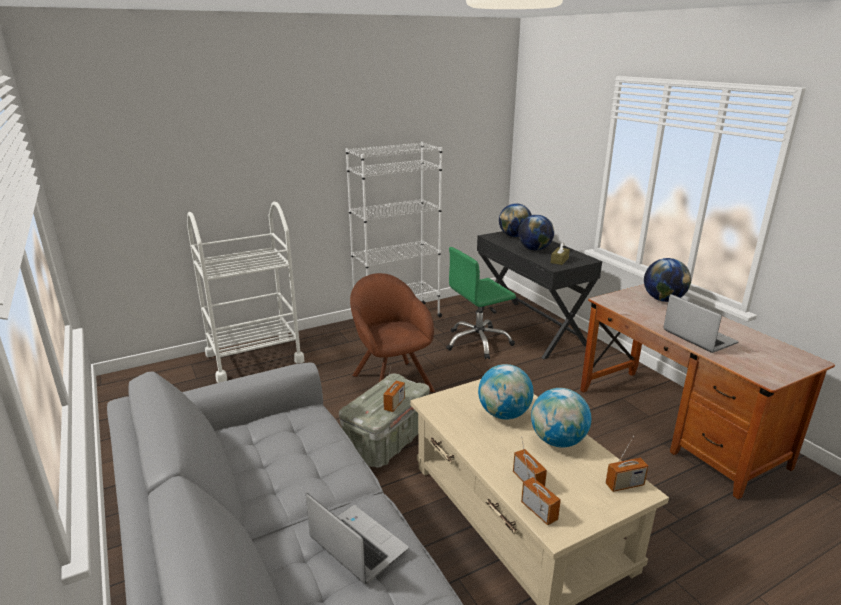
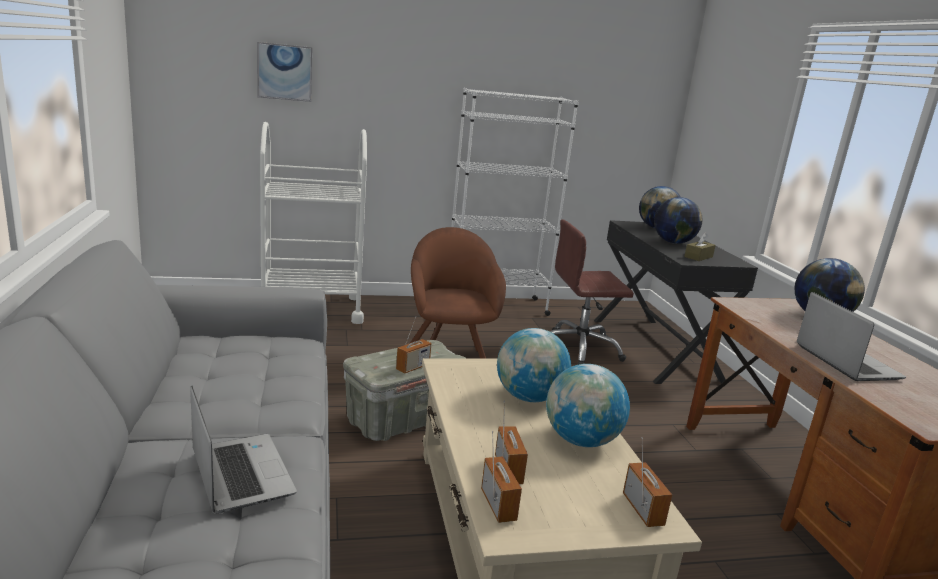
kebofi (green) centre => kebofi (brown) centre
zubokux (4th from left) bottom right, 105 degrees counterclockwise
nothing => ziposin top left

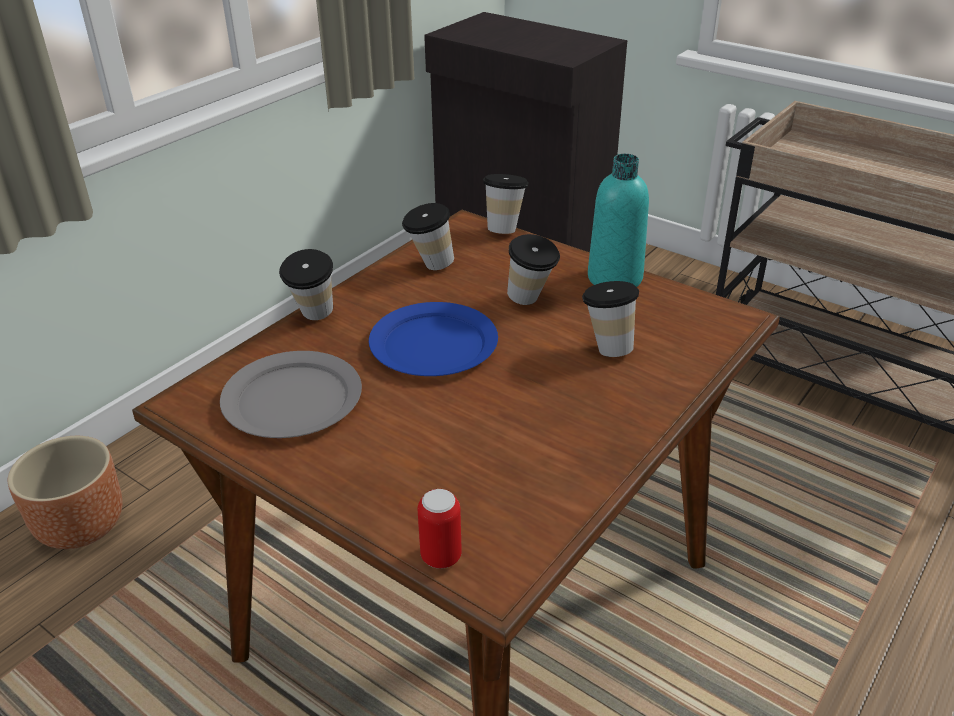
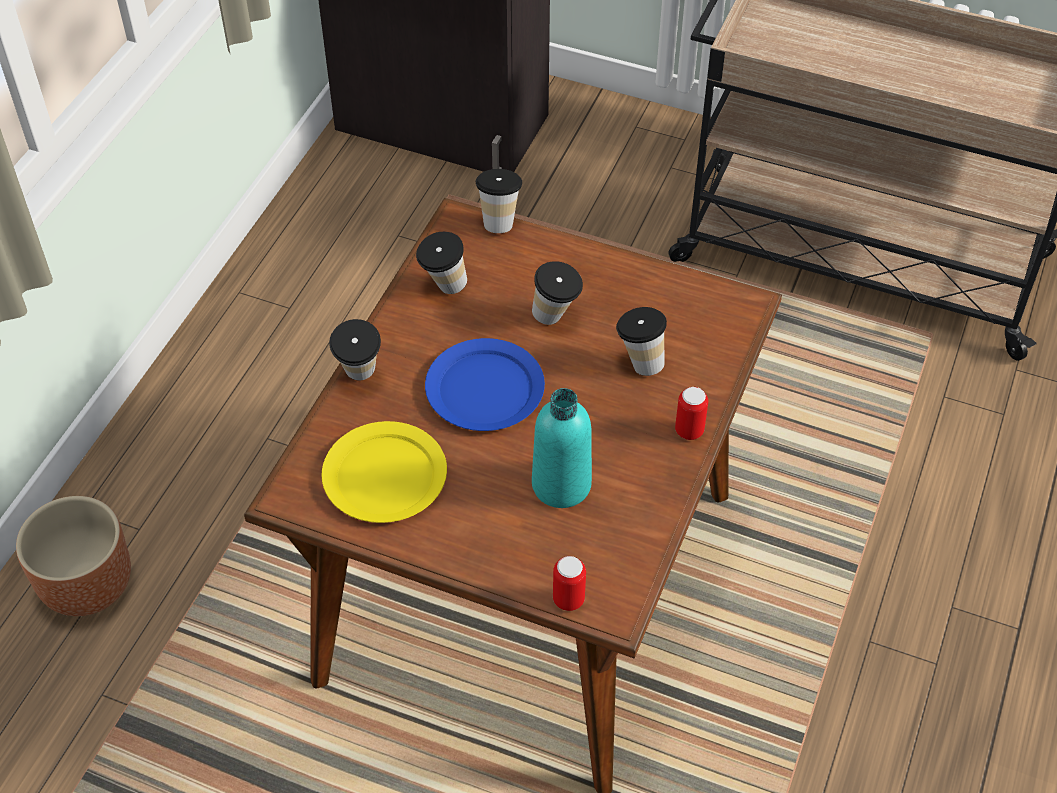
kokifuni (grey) middle left => kokifuni (yellow) centre
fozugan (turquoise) top centre => fozugan (turquoise) centre, moved
nothing => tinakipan (2nd from left) centre

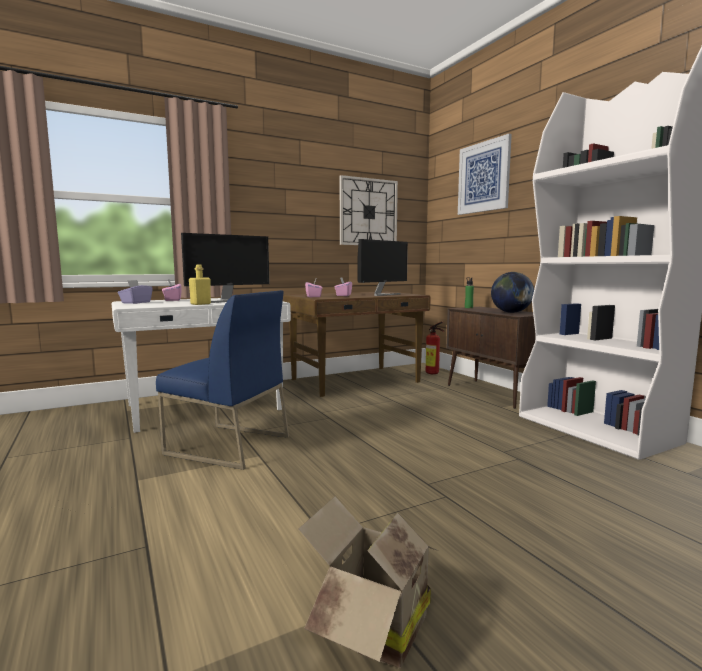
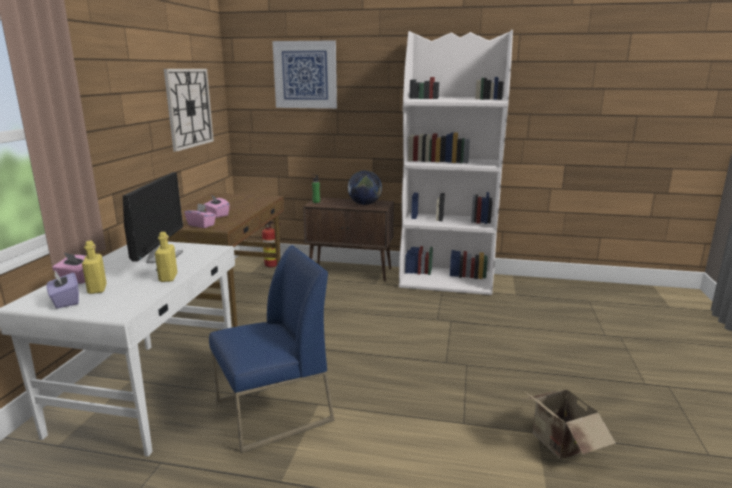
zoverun (2nd from left) centre => nothing
nothing => fozugan (yellow) (1st from left) middle left

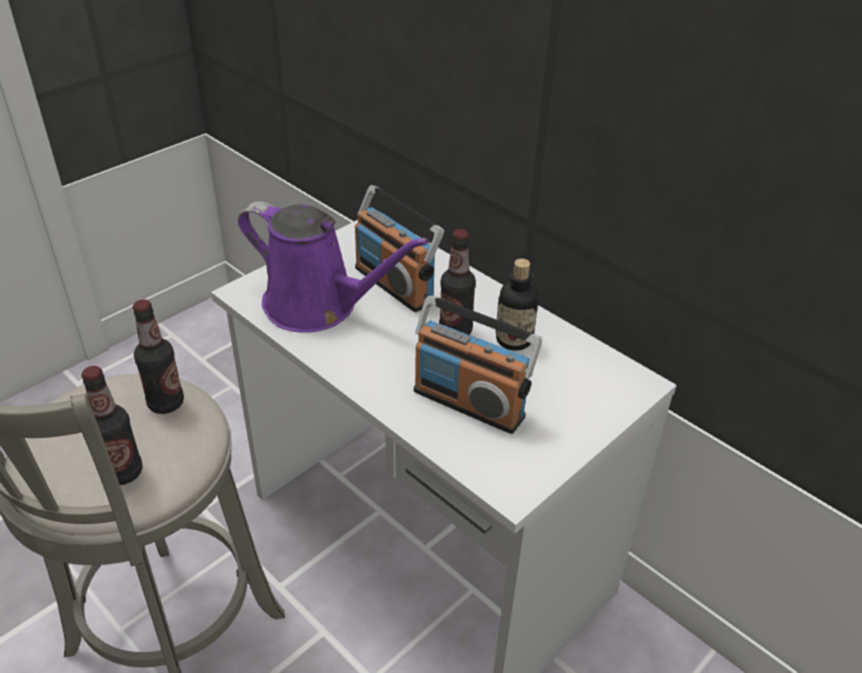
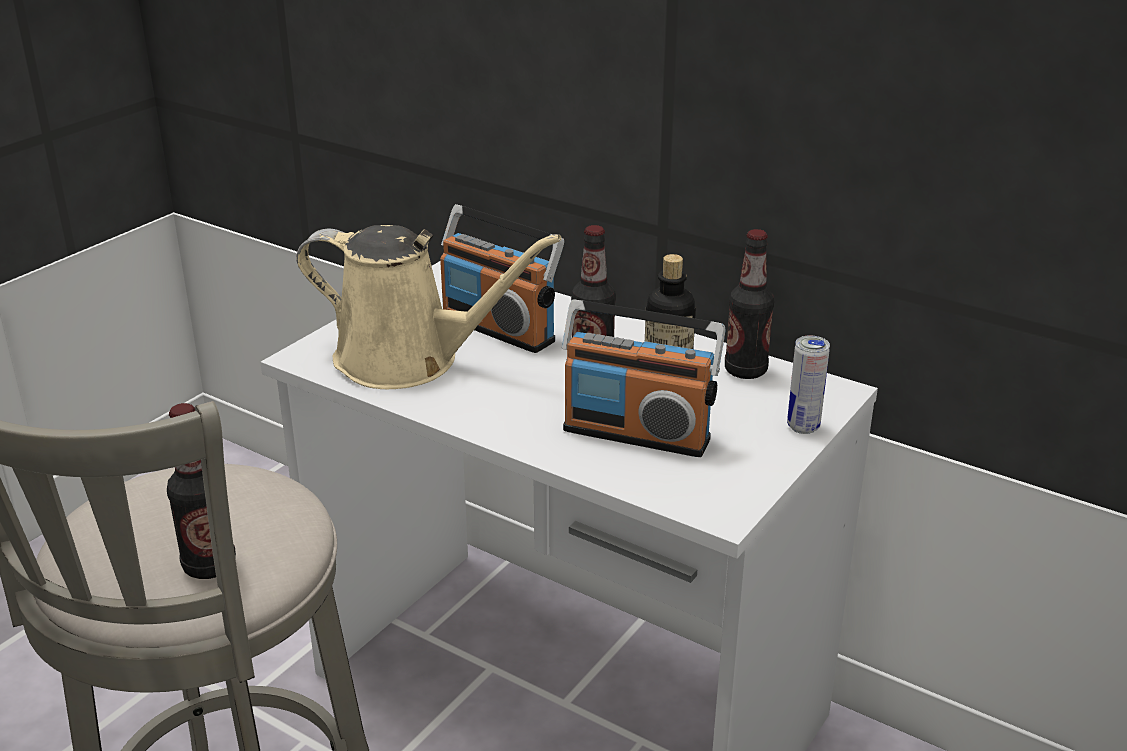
fozugan (2nd from left in the first image) middle left => fozugan (4th from left) centre, moved
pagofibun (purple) centre => pagofibun (beige) centre
nothing => tinakipan middle right

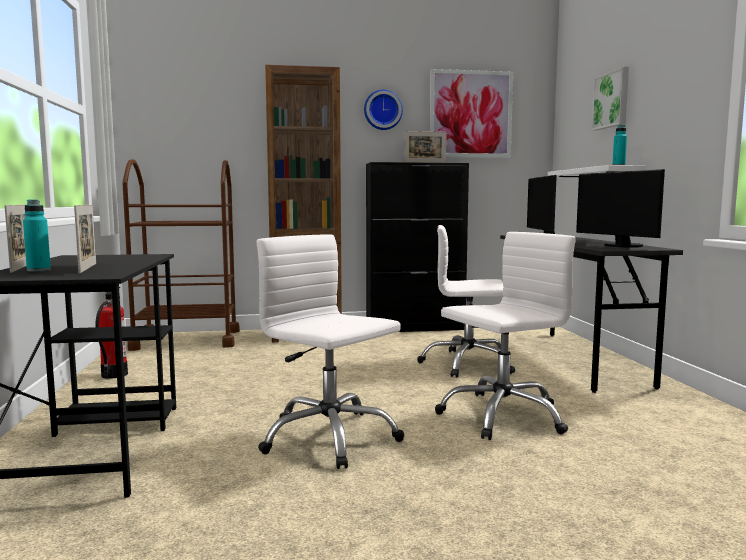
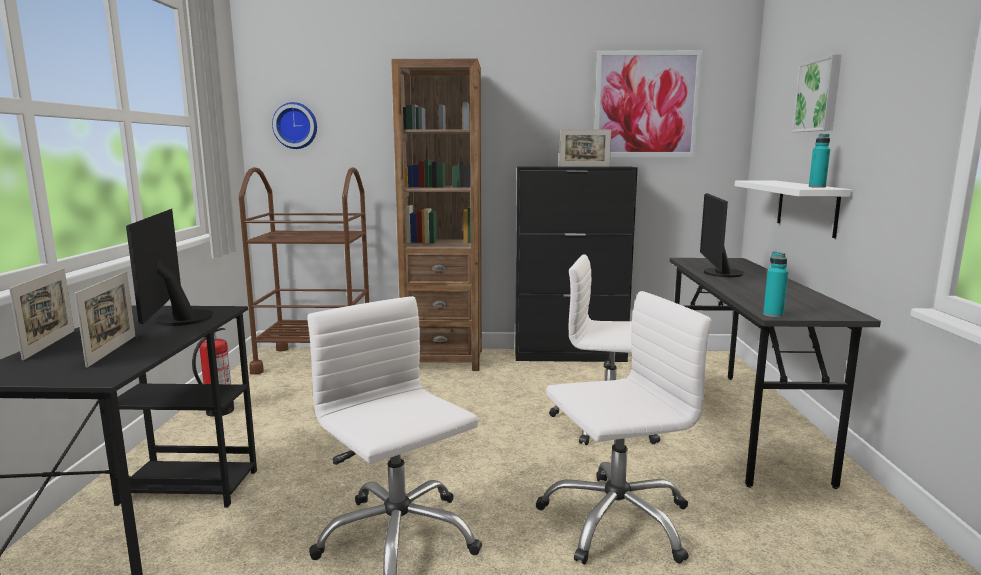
fozugan (turquoise) (1st from left) middle left => fozugan (turquoise) (1st from left) middle right, moved
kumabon top centre => kumabon top left, moved
zoverun (2nd from left in the first image) middle right => zoverun (1st from left) middle left, moved

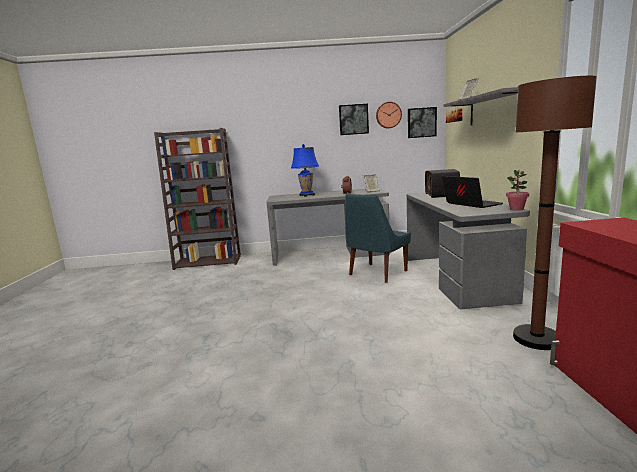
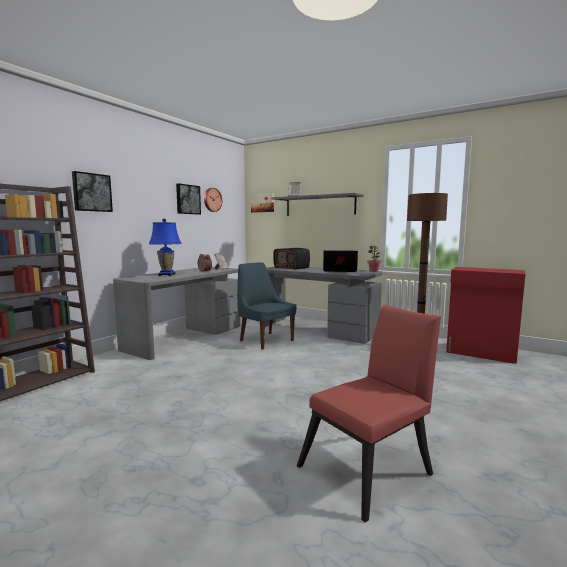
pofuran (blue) centre, 150 degrees clockwise
ziposin (2nd from left in the first image) top centre => ziposin (1st from left) middle left, moved
nothing => pofuran (red) bottom centre

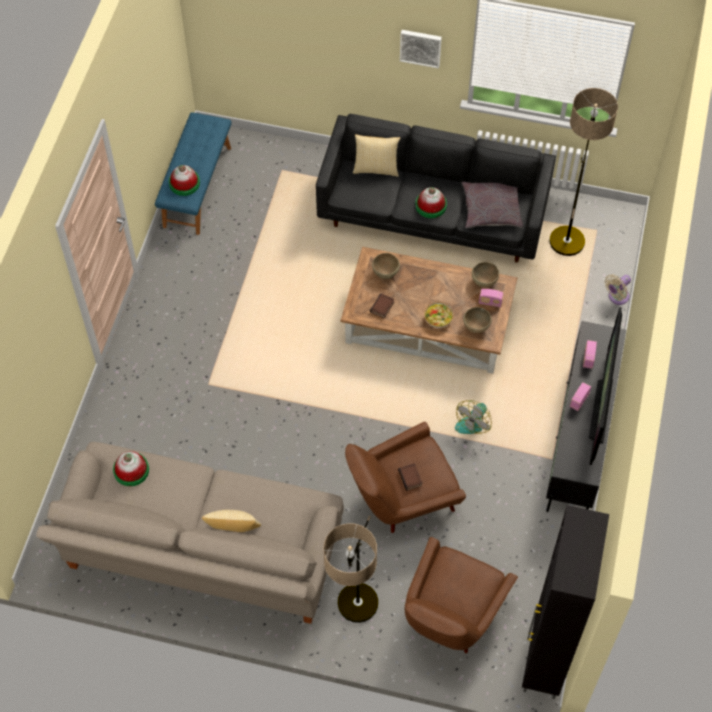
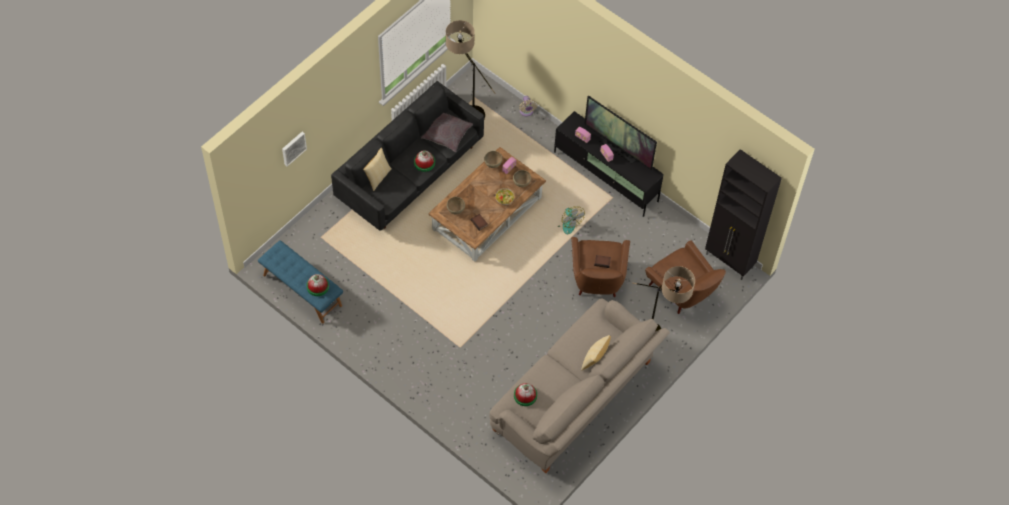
ziposin top centre => ziposin top left, moved

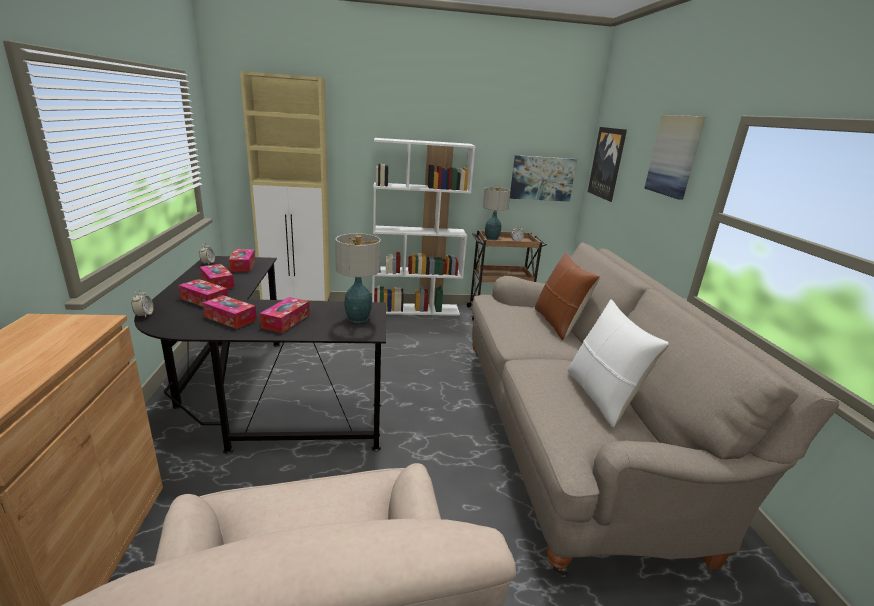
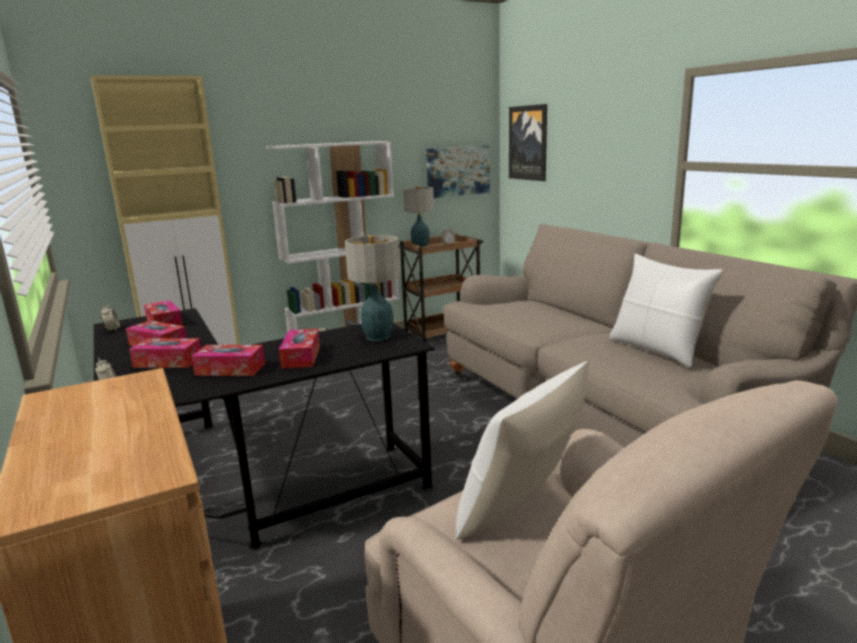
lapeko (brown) centre => nothing
ziposin (3rd from left) top right => nothing
nothing => lapeko (white) (1st from left) bottom centre

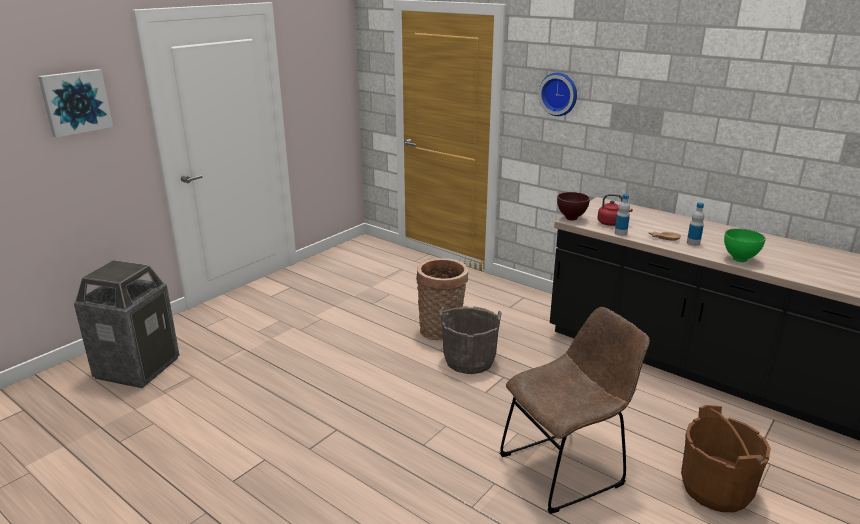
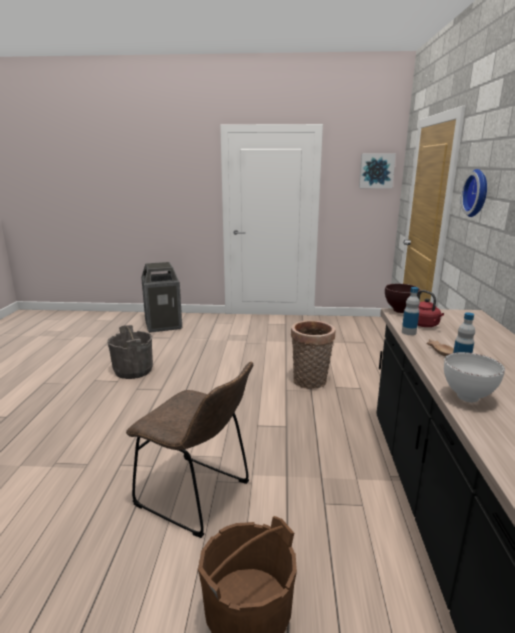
ziposin top left => ziposin top right, moved
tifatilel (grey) centre => tifatilel (grey) middle left, moved
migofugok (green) middle right => migofugok (white) middle right

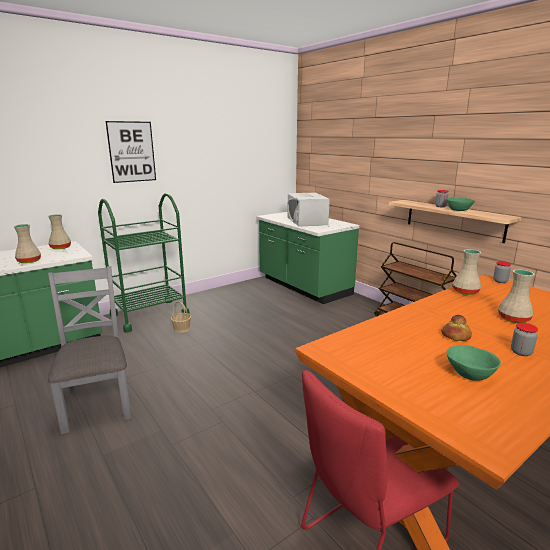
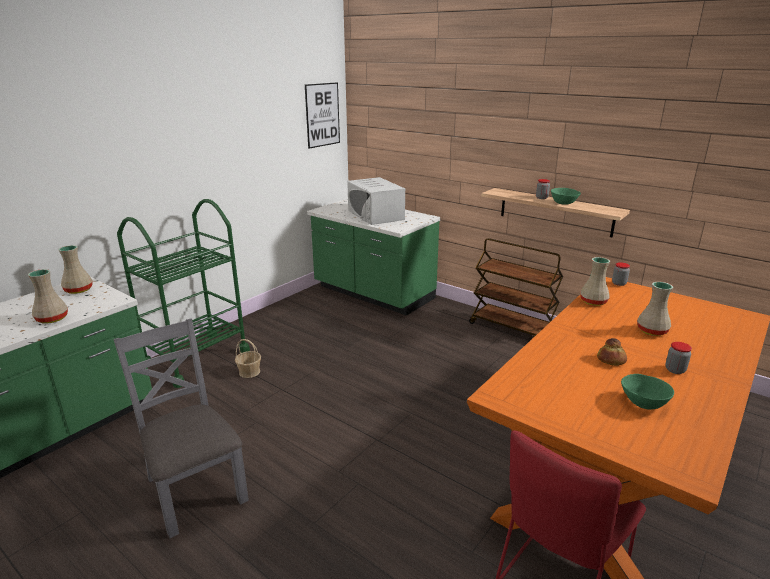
ziposin top left => ziposin top centre, moved

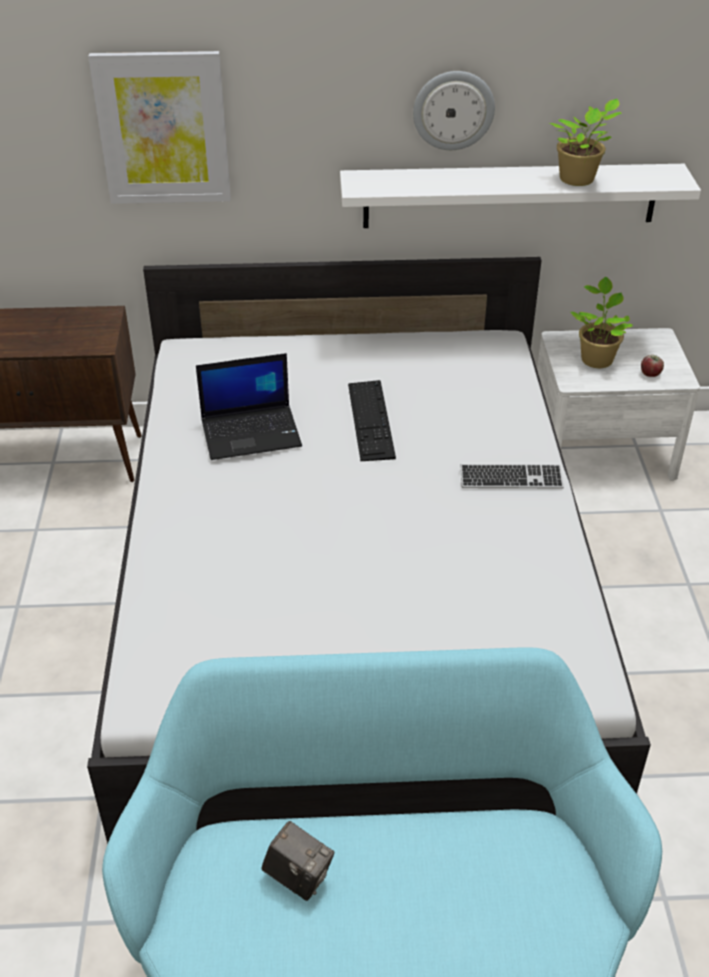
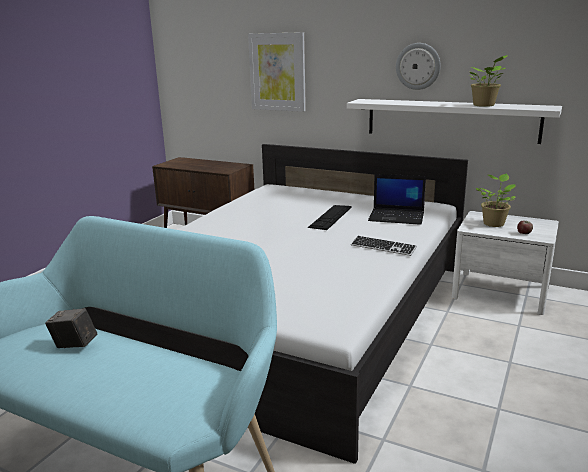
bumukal centre => bumukal middle right, moved
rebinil bottom centre => rebinil bottom left, 135 degrees clockwise

